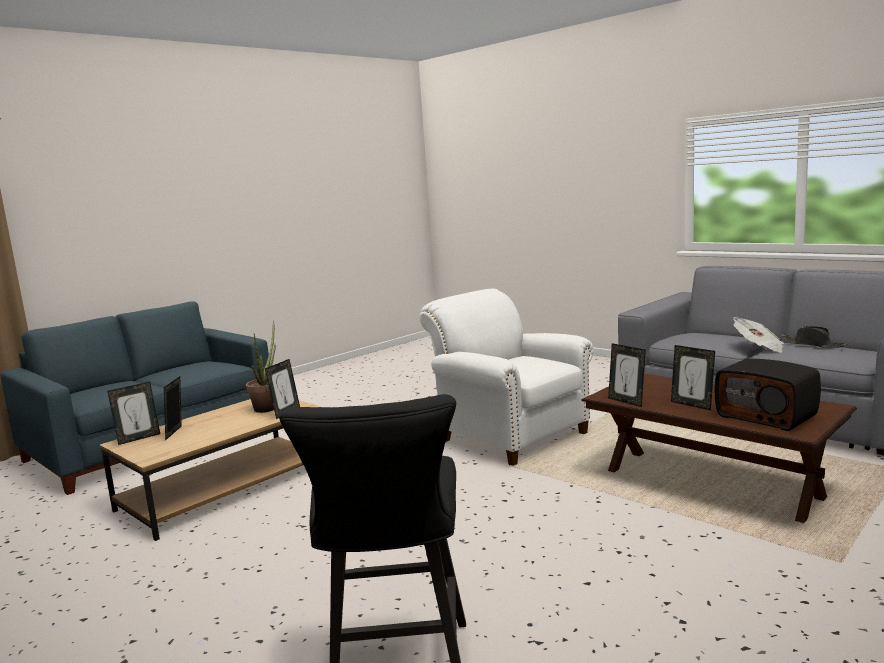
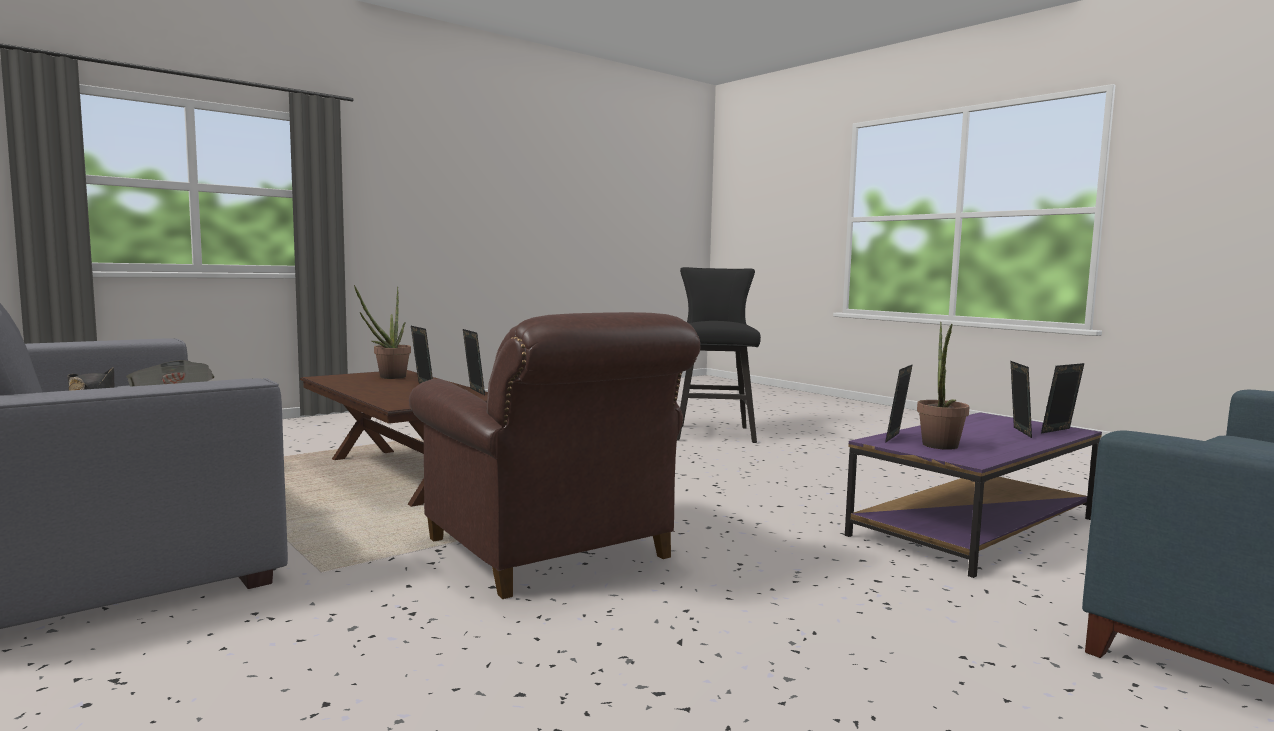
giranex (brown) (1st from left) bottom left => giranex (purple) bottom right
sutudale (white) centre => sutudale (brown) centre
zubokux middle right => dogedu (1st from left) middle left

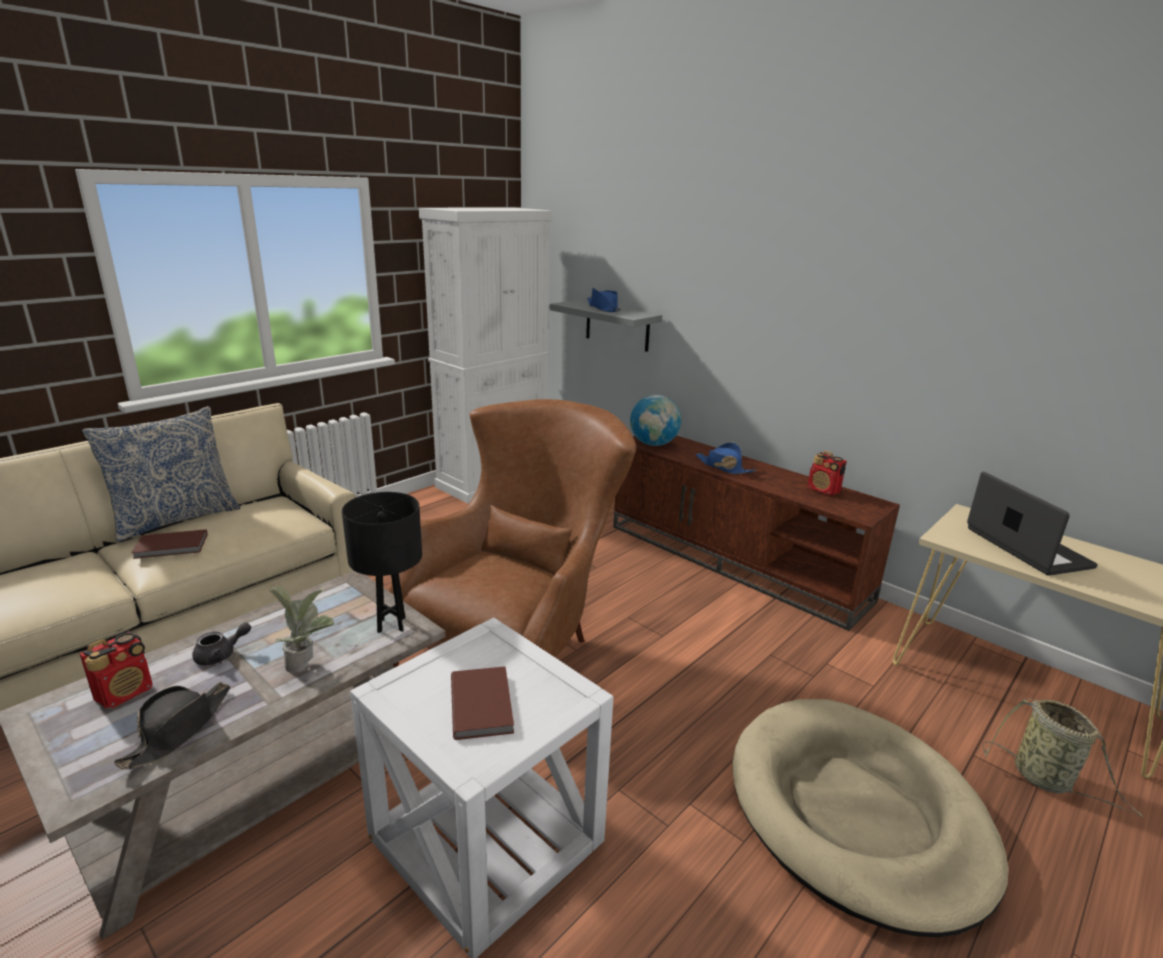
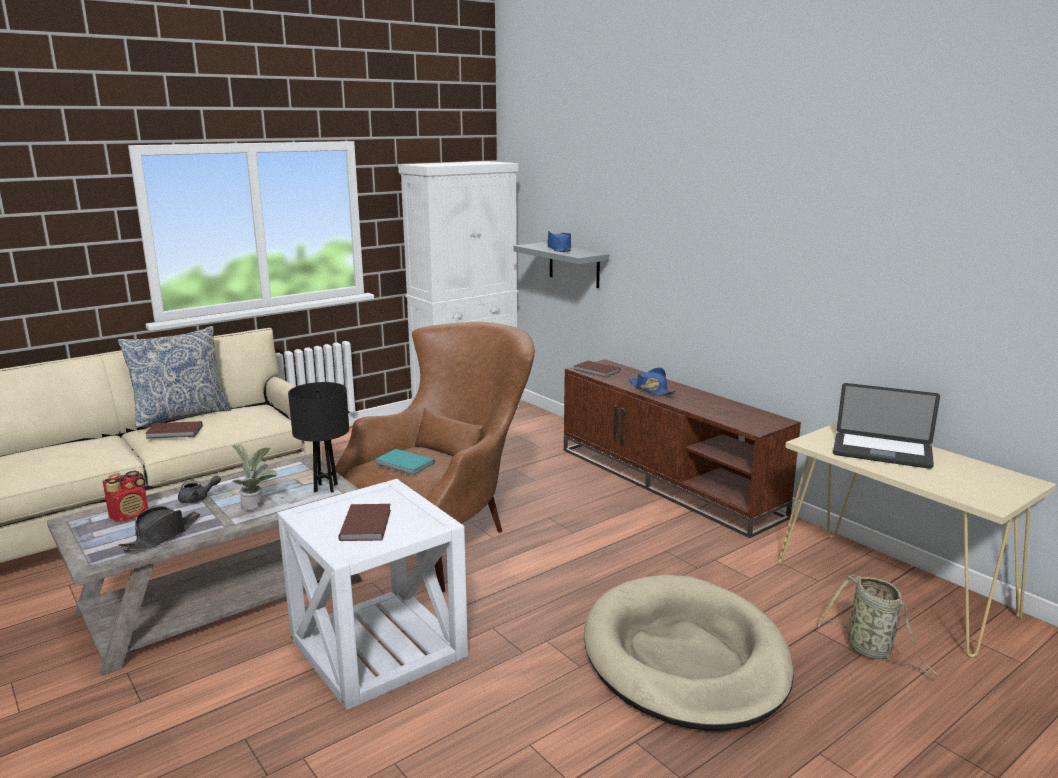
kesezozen centre => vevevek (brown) (3rd from left) centre
zubokux (2nd from left) middle right => nothing
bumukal middle right, 120 degrees clockwise
nothing => vevevek (turquoise) centre

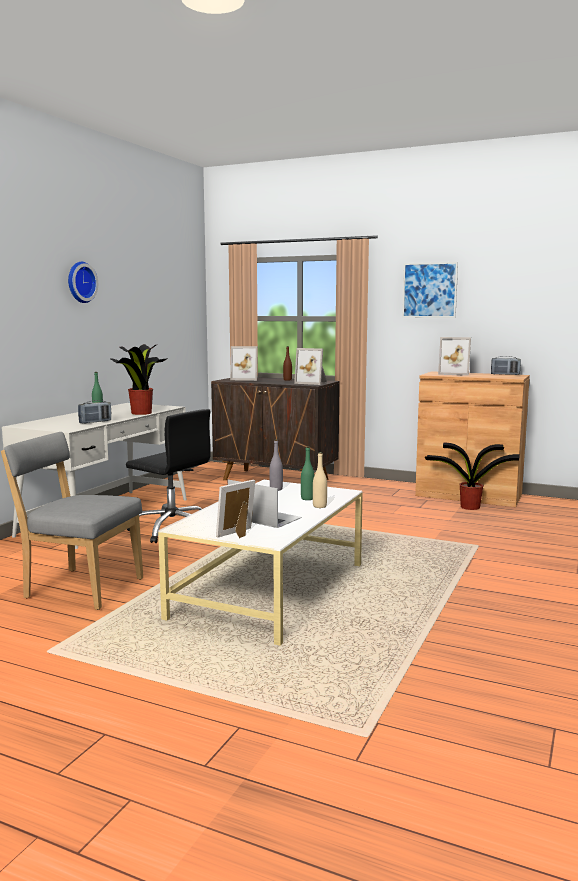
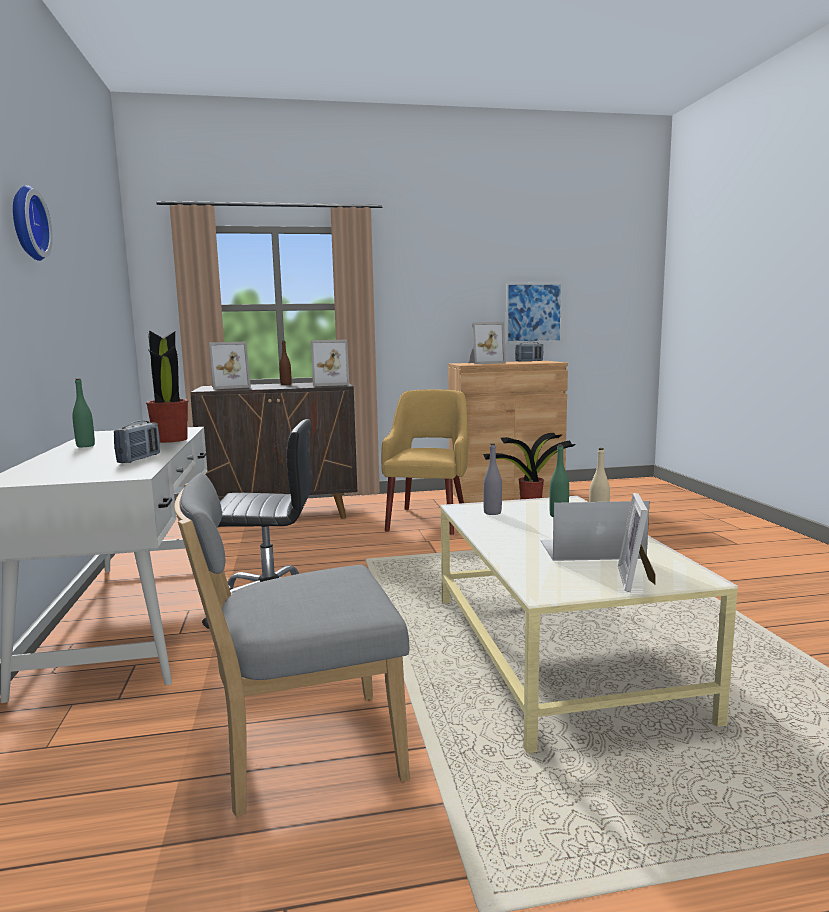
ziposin top right => ziposin centre, moved
nothing => sutudale (yellow) centre

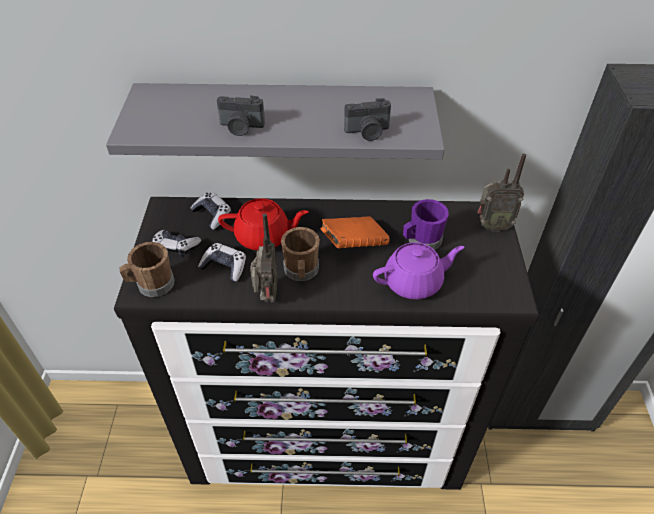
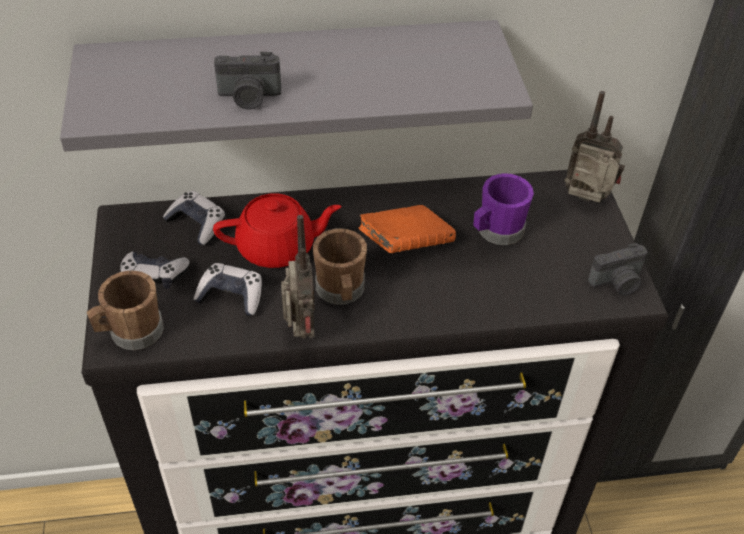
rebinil (2nd from left) top centre => rebinil (2nd from left) middle right, moved
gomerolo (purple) centre => nothing
zubokux (2nd from left) middle right => zubokux (2nd from left) top right, 150 degrees counterclockwise

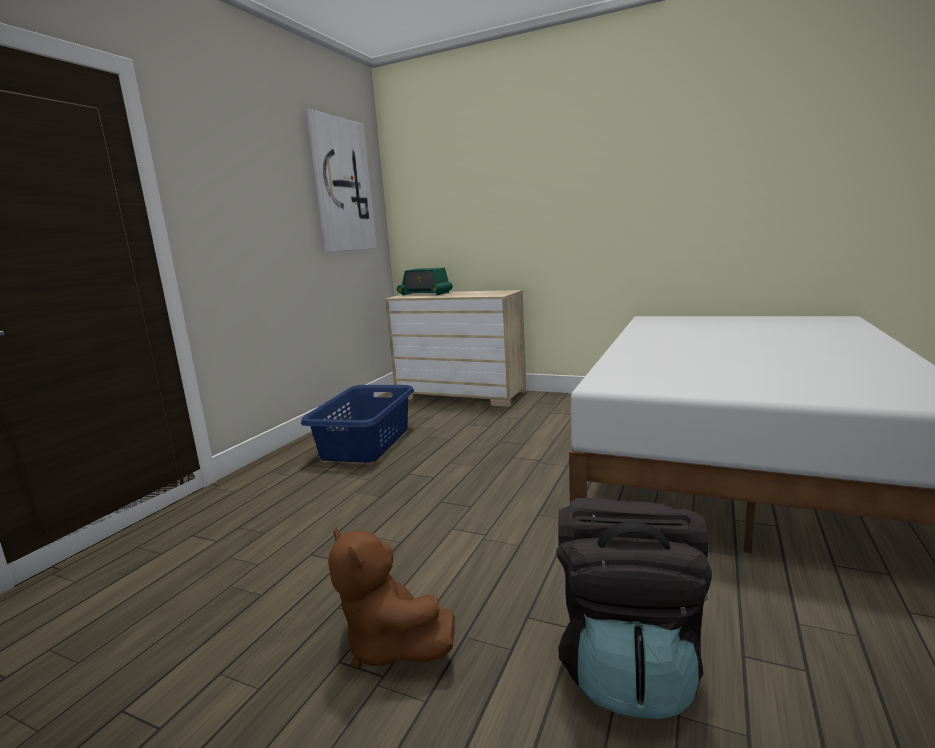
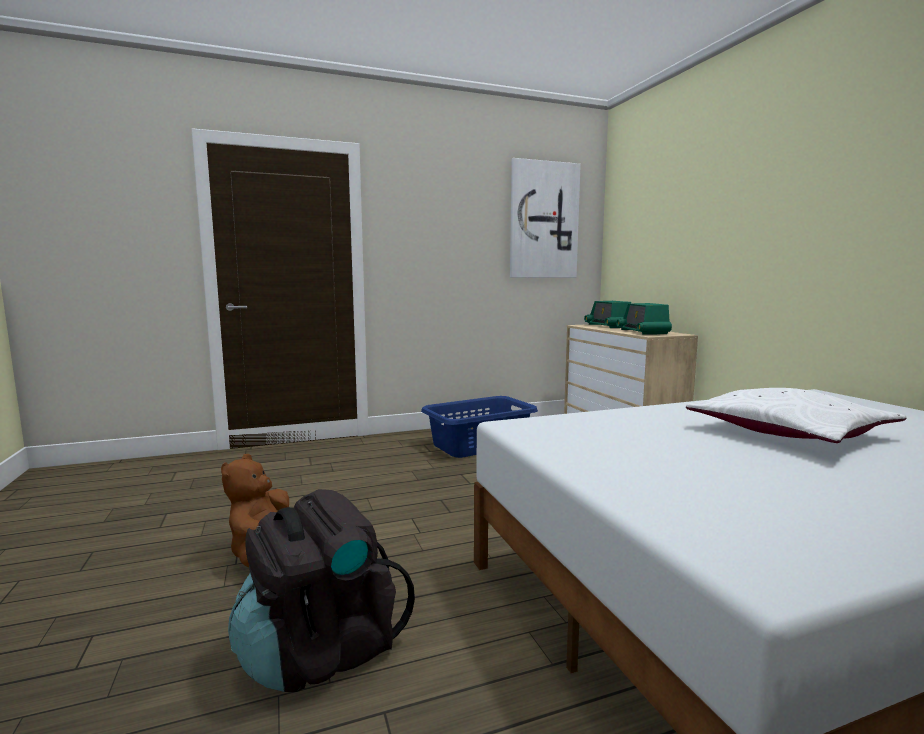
nothing => zubokux (2nd from left) middle right
nothing => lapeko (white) middle right

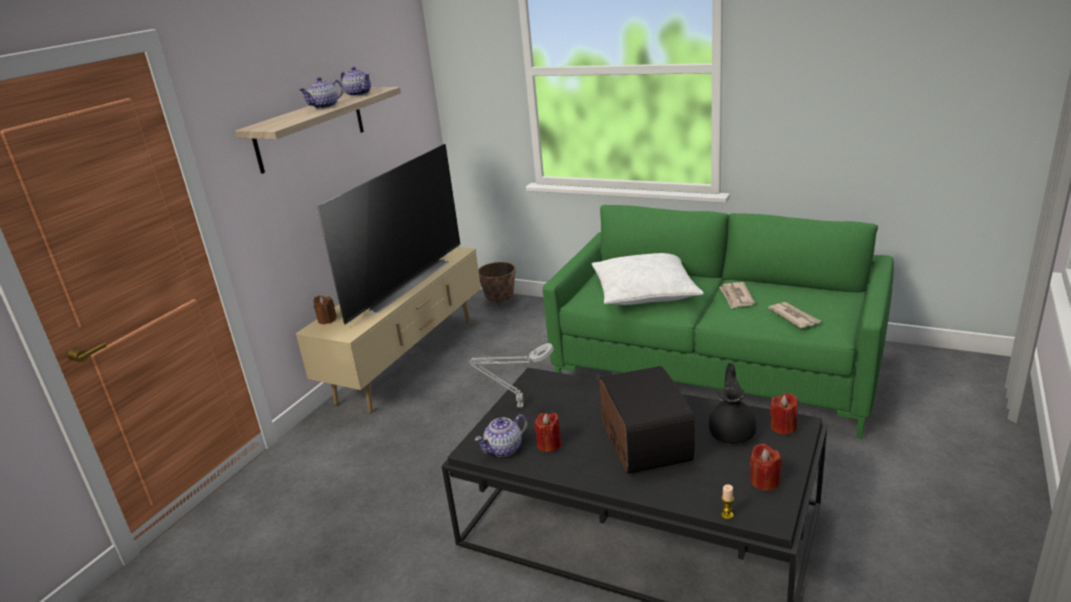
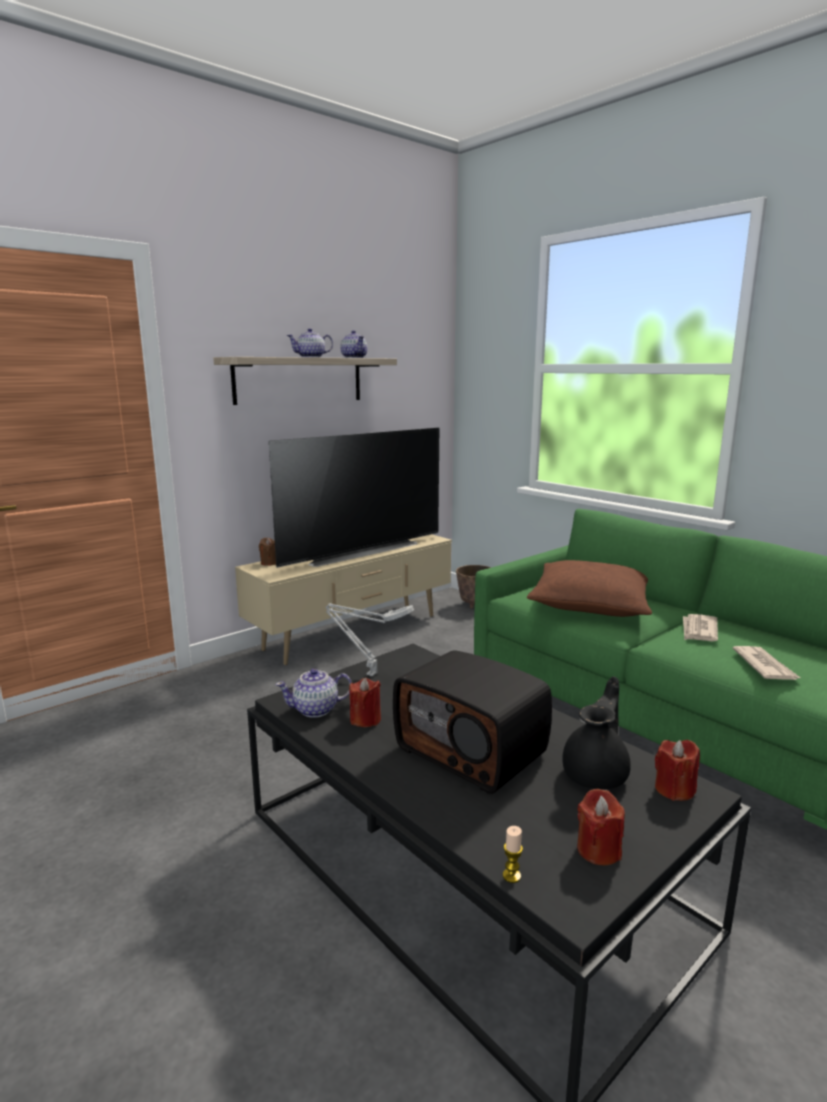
lapeko (white) centre => lapeko (brown) middle right
zubokux bottom centre => zubokux centre, 120 degrees clockwise

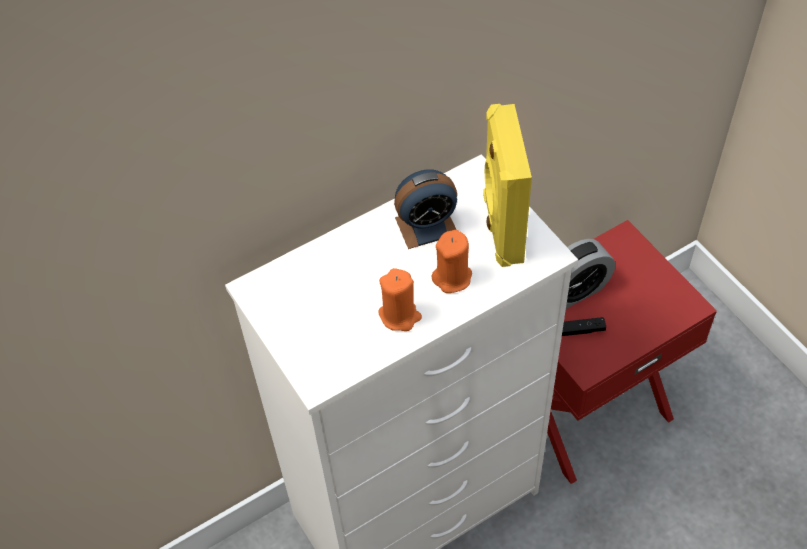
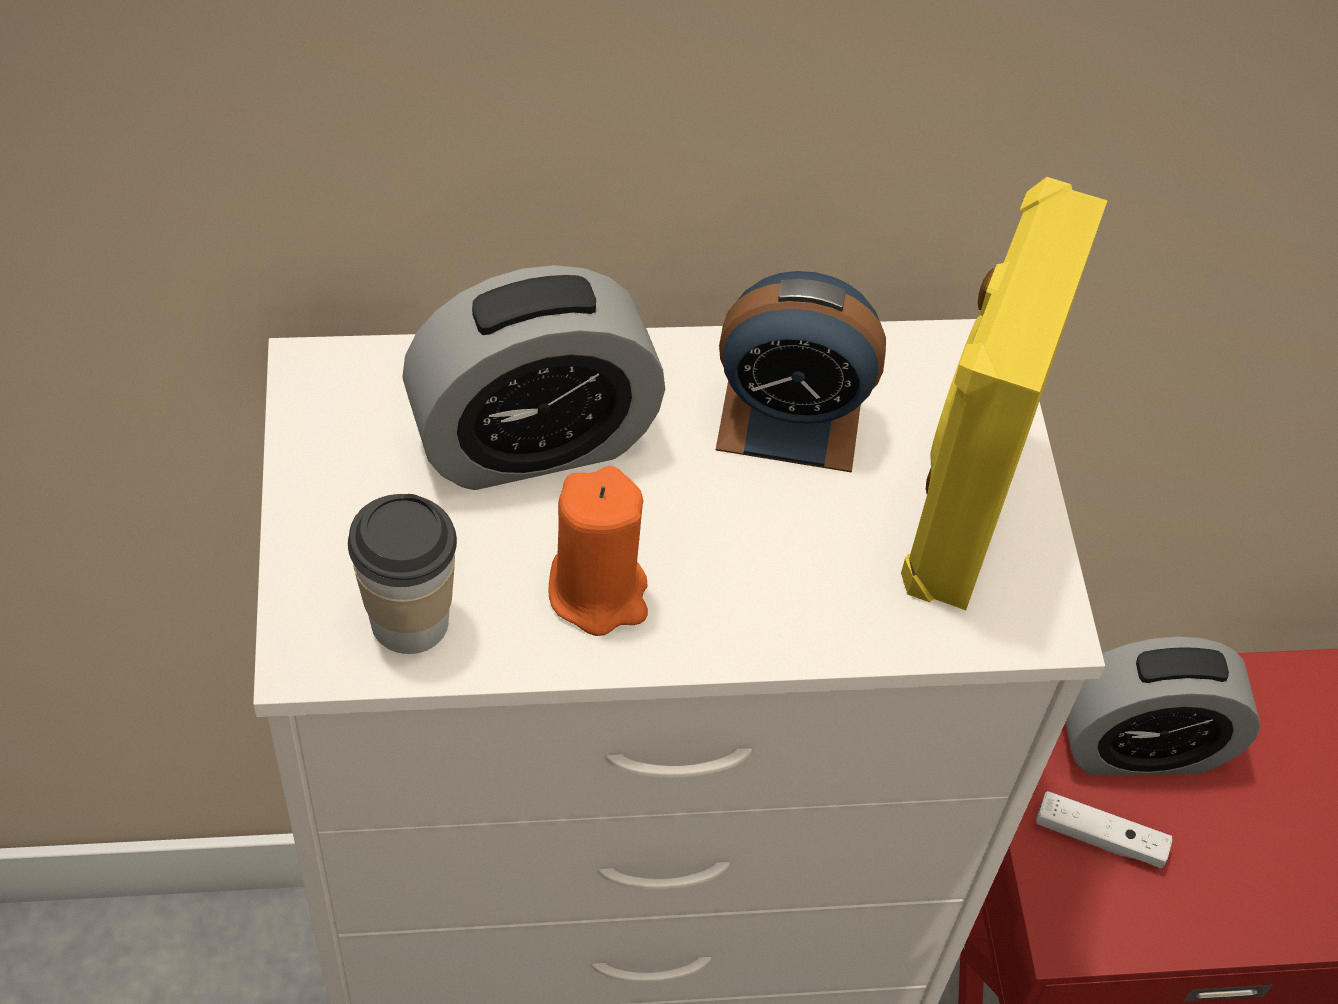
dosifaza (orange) (2nd from left) centre => nothing
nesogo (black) middle right => nesogo (white) bottom right
nothing => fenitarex middle left
nothing => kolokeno (1st from left) centre

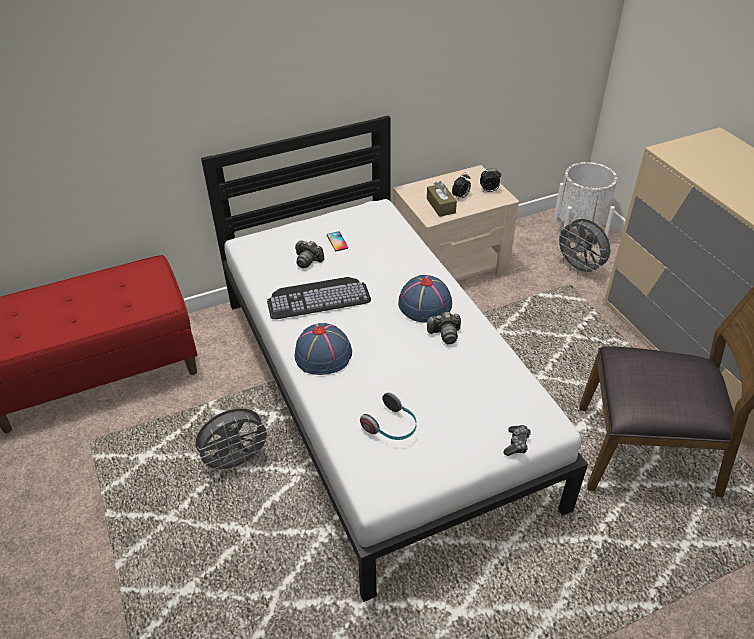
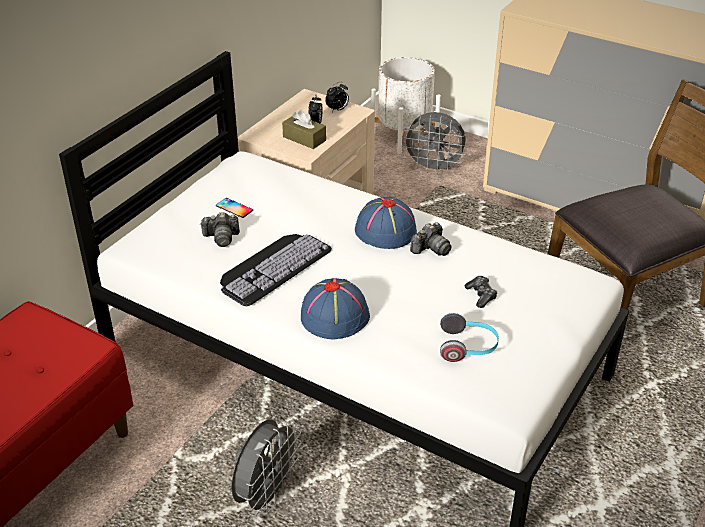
nesogo bottom right => nesogo middle right, moved

